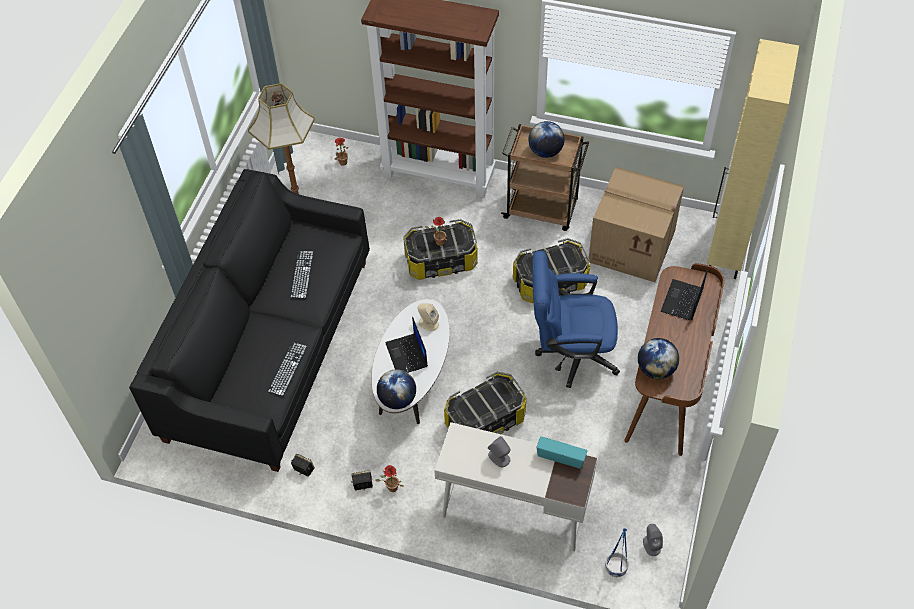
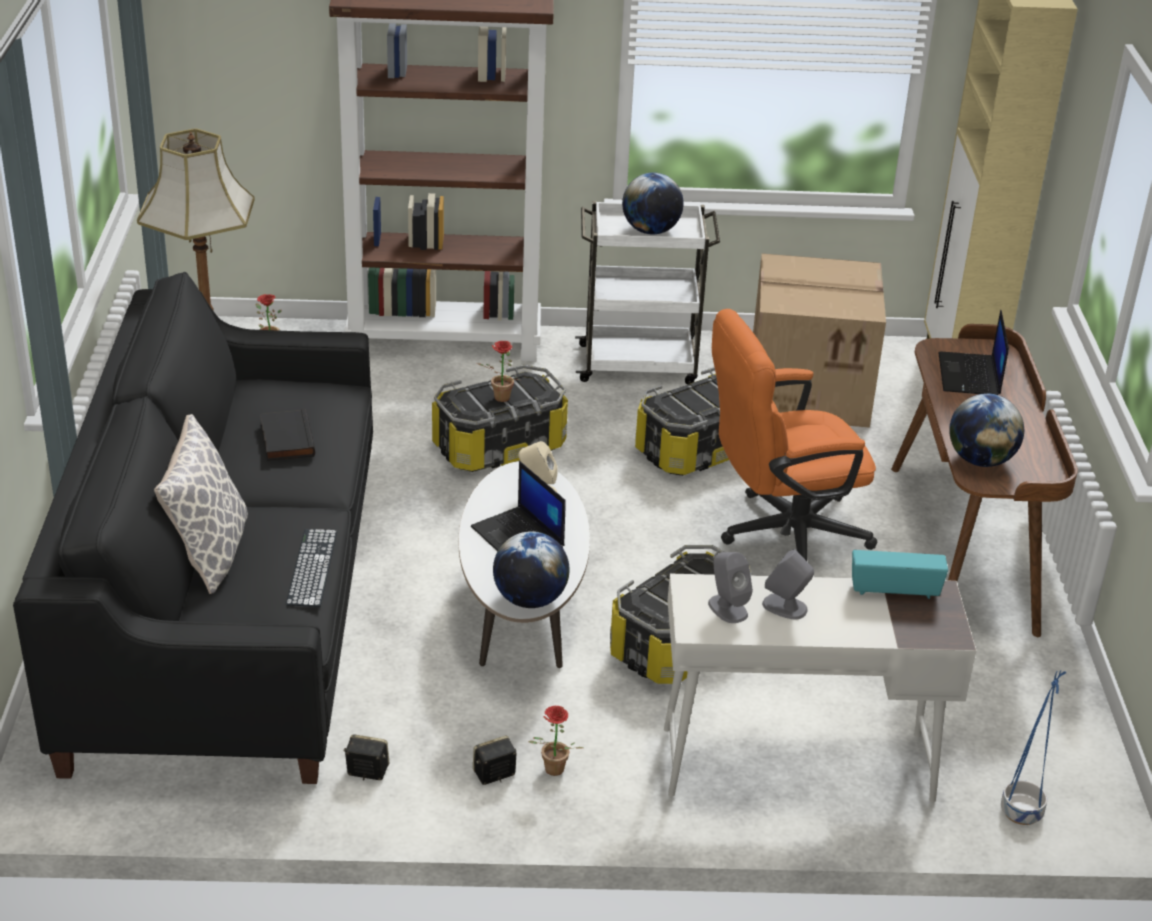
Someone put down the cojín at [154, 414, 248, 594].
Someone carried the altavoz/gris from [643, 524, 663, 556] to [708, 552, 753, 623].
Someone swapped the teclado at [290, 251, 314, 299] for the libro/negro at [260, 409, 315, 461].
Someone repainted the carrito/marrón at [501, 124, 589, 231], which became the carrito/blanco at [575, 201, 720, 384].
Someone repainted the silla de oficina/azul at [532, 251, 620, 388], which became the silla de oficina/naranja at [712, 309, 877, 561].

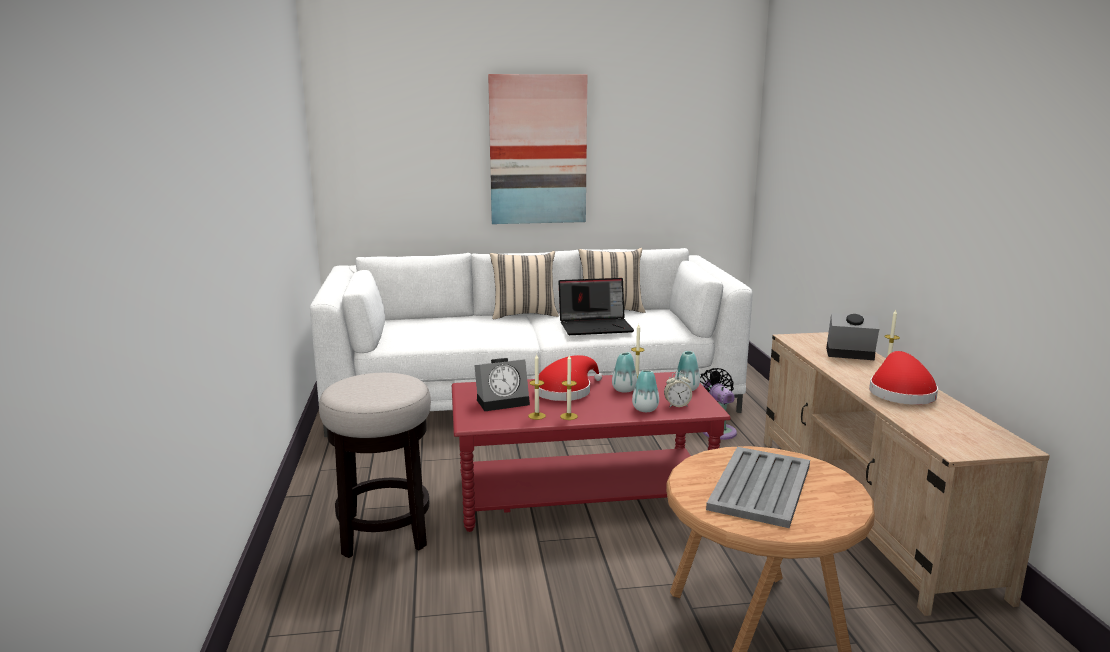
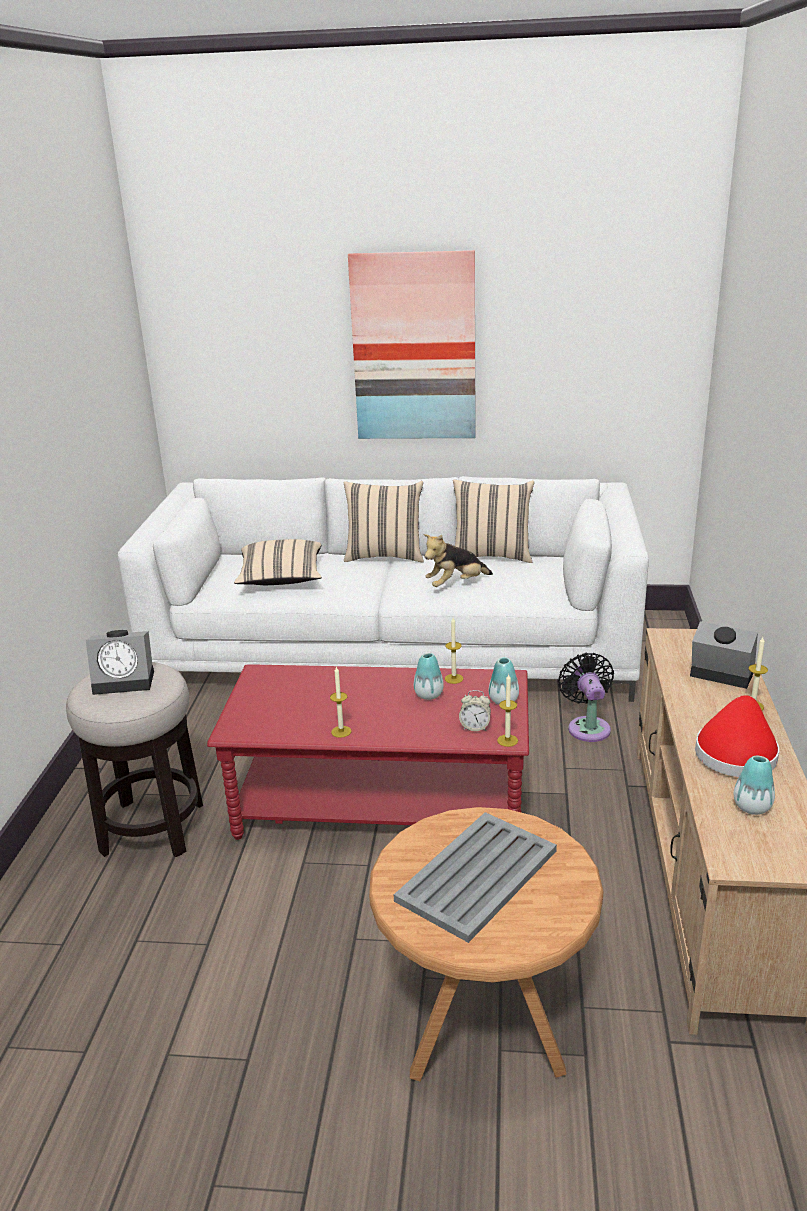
Someone took away the sombrero/rojo at [534, 355, 602, 401].
Someone put down the cojín/beis at [234, 539, 322, 585].
Someone carried the despertador from [474, 358, 530, 411] to [86, 630, 154, 695].
Someone carried the vela from [528, 354, 546, 420] to [497, 674, 518, 747].
Someone carried the florero from [632, 370, 659, 412] to [734, 756, 775, 815].
Someone swapped the portátil at [558, 278, 634, 335] for the peluche at [423, 534, 493, 587].

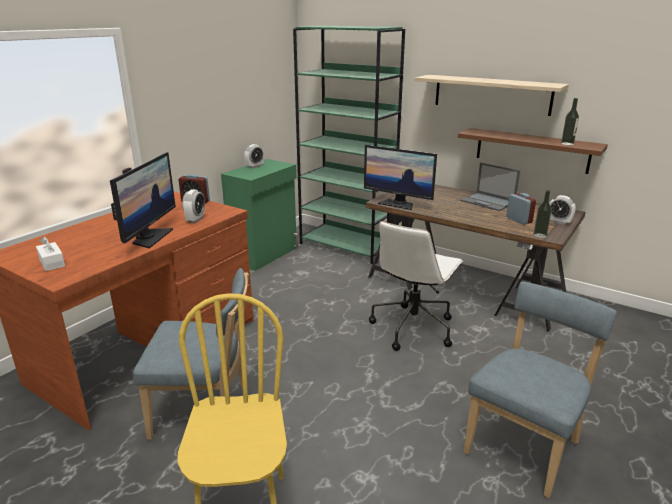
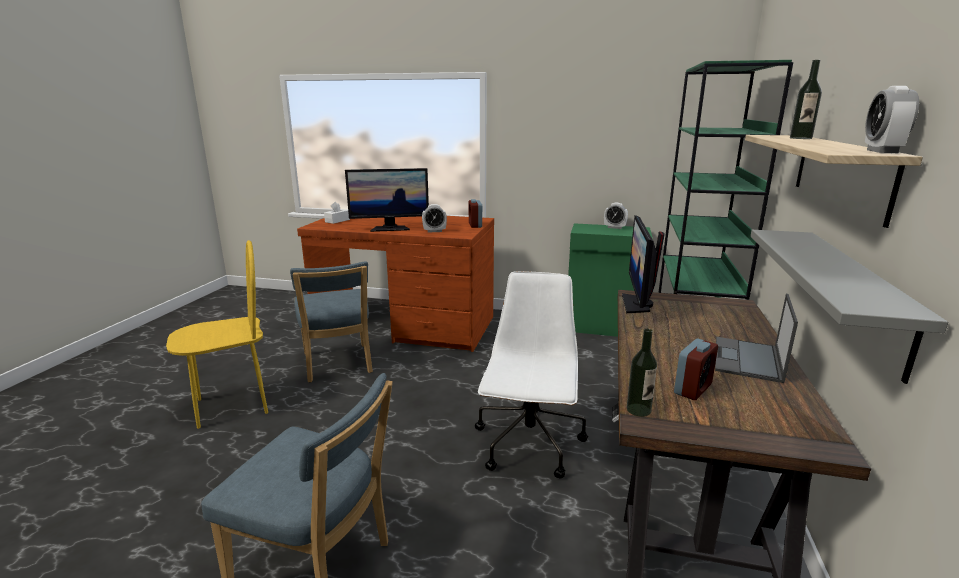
Someone carried the despertador from [549, 195, 576, 225] to [865, 86, 919, 153].
Someone carried the botella from [561, 98, 579, 145] to [790, 60, 822, 139].
Someone repainted the estante/marrón at [458, 128, 608, 174], which became the estante/gris at [750, 230, 948, 384].
Someone rotated the silla de oficina/blanco at [369, 221, 463, 351] by 90 degrees clockwise.

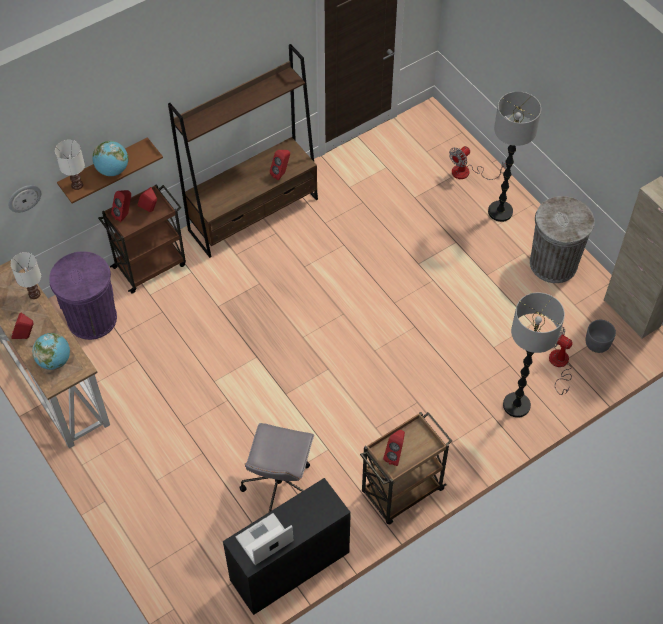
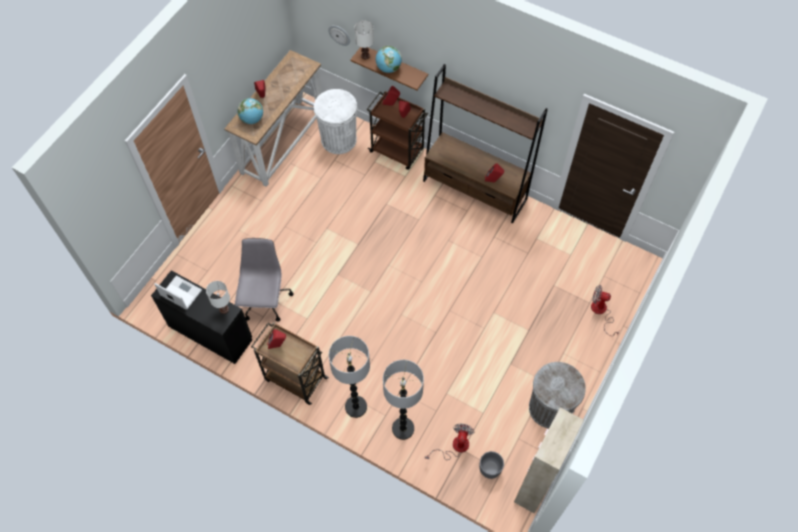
Someone carried the lámpara de mesa/blanco from [10, 252, 41, 299] to [206, 281, 230, 314].
Someone carried the lámpara de pie from [488, 91, 541, 222] to [329, 336, 370, 418].
Someone repainted the papelera/morado at [49, 251, 117, 340], which became the papelera/blanco at [314, 89, 357, 154].
Someone rotated the silla de oficina/gris at [239, 423, 314, 512] by 105 degrees clockwise.

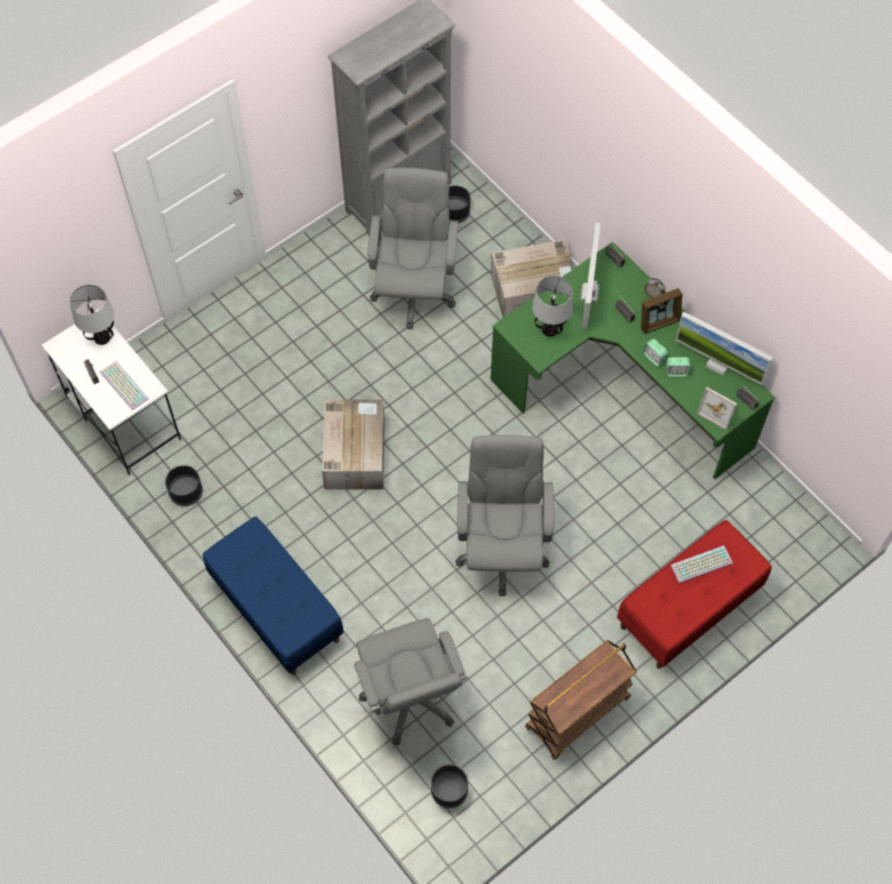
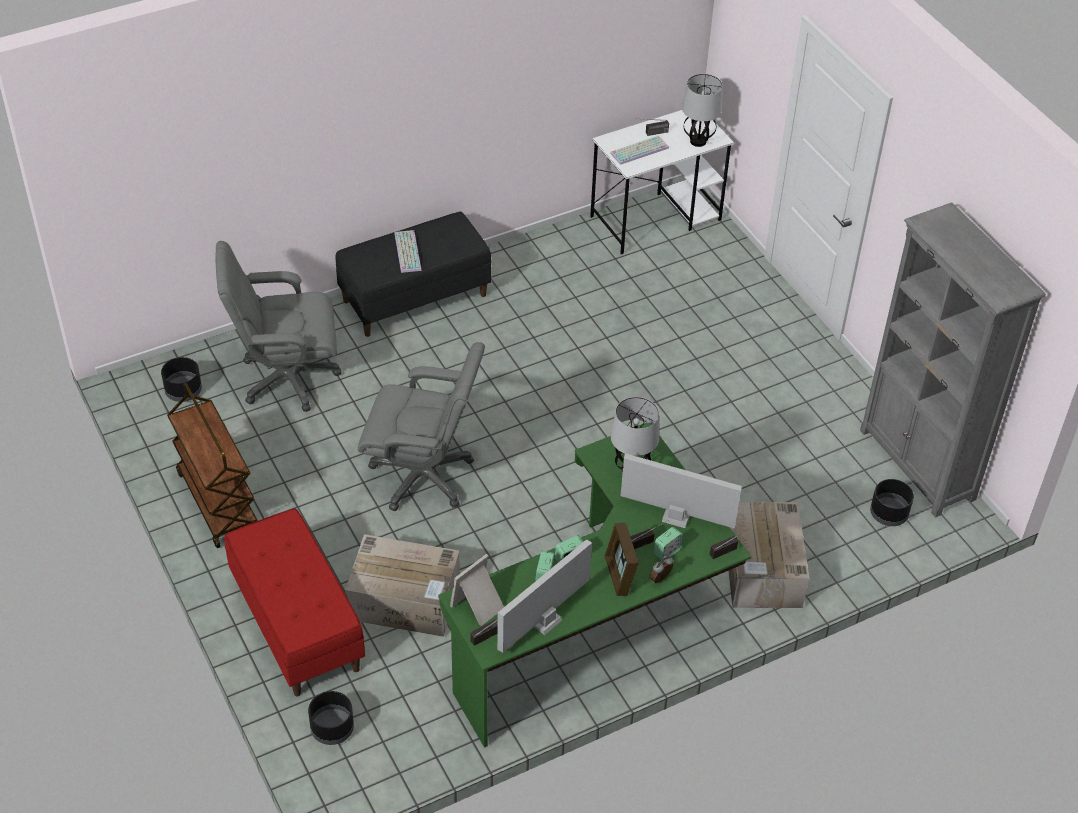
Someone took away the silla de oficina/gris at [368, 168, 458, 329].
Someone put down the despertador at [654, 527, 683, 560].
Someone carried the maceta/negro from [165, 465, 203, 506] to [308, 691, 354, 745].
Someone carried the caja de cartón from [322, 399, 385, 489] to [345, 534, 460, 637].
Someone carried the teclado from [671, 546, 733, 583] to [394, 230, 422, 273].
Someone repainted the banco/azul at [203, 516, 344, 675], which became the banco/negro at [335, 212, 491, 337].

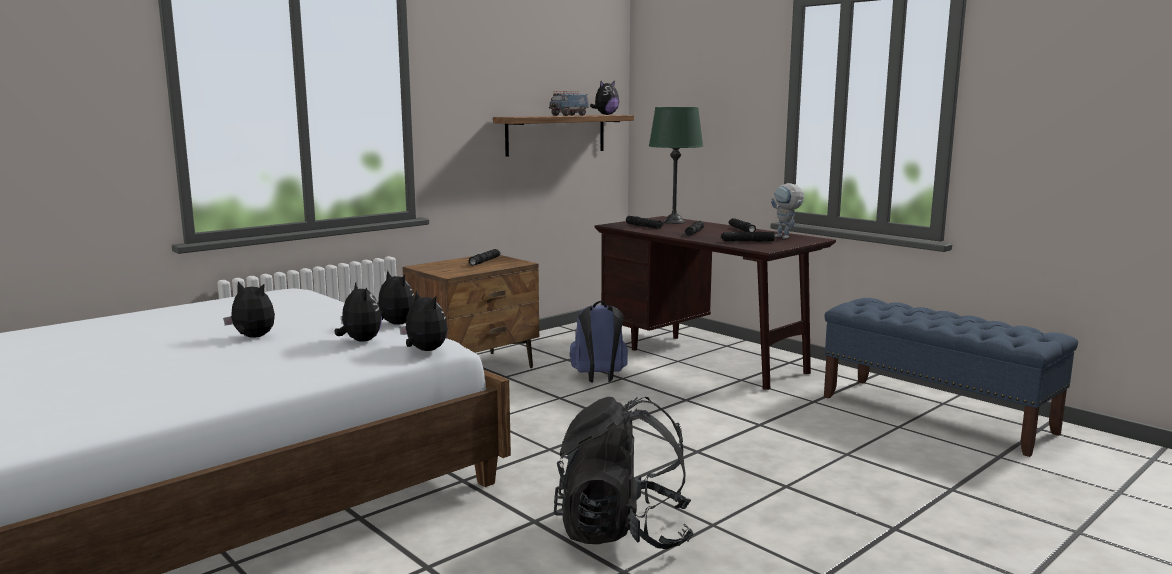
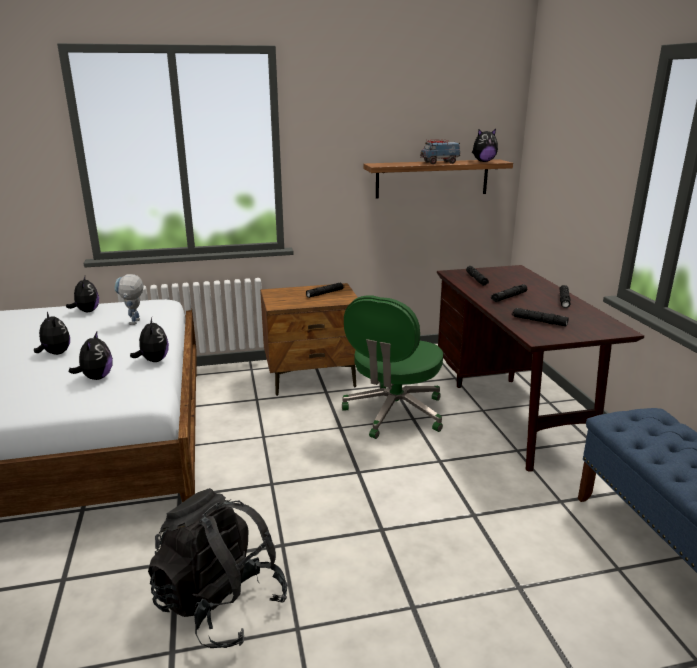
Someone took away the lámpara de mesa/verde at [649, 107, 703, 224].
Someone carried the peluche from [400, 290, 448, 351] to [66, 276, 99, 312].
Someone carried the robot de juguete from [771, 183, 804, 239] to [114, 274, 144, 325].
Someone swapped the mochila/azul at [570, 301, 628, 382] for the silla de oficina/verde at [342, 295, 443, 439].

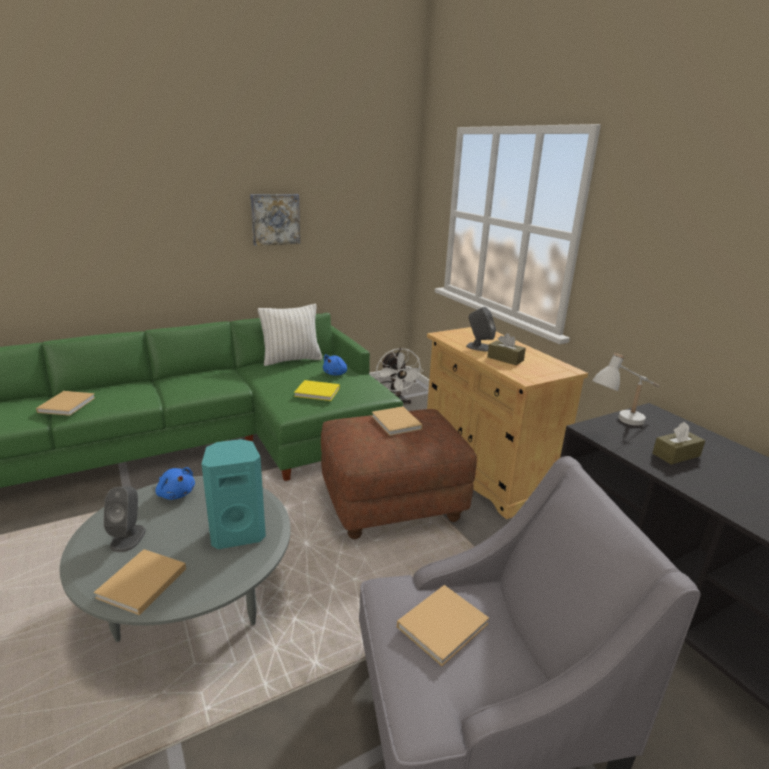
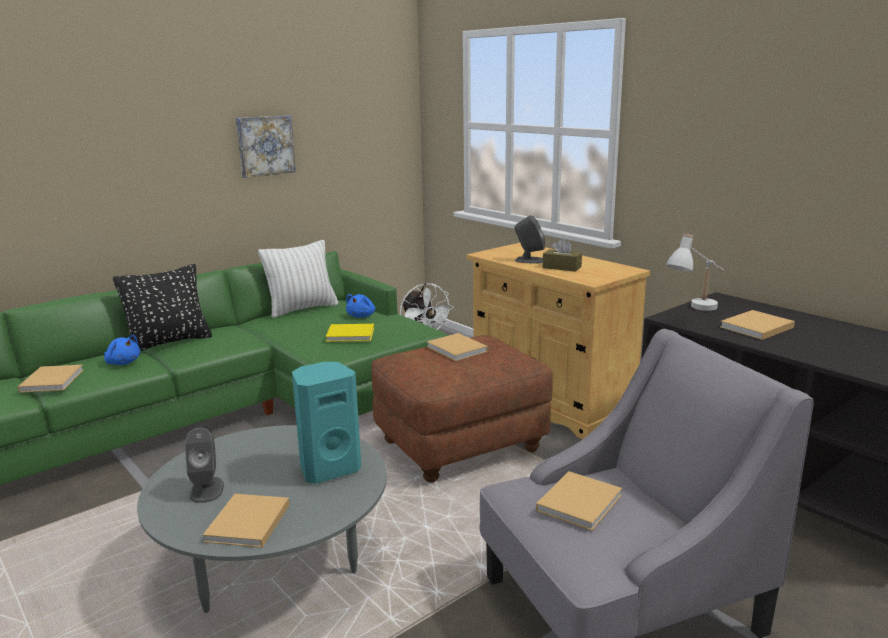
Someone put down the cojín/negro at [113, 264, 212, 351].
Someone carried the peluche/azul from [156, 467, 195, 500] to [104, 335, 140, 365].
Someone swapped the caja de pañuelos/marrón at [652, 422, 705, 465] for the libro/beis at [720, 310, 795, 340].

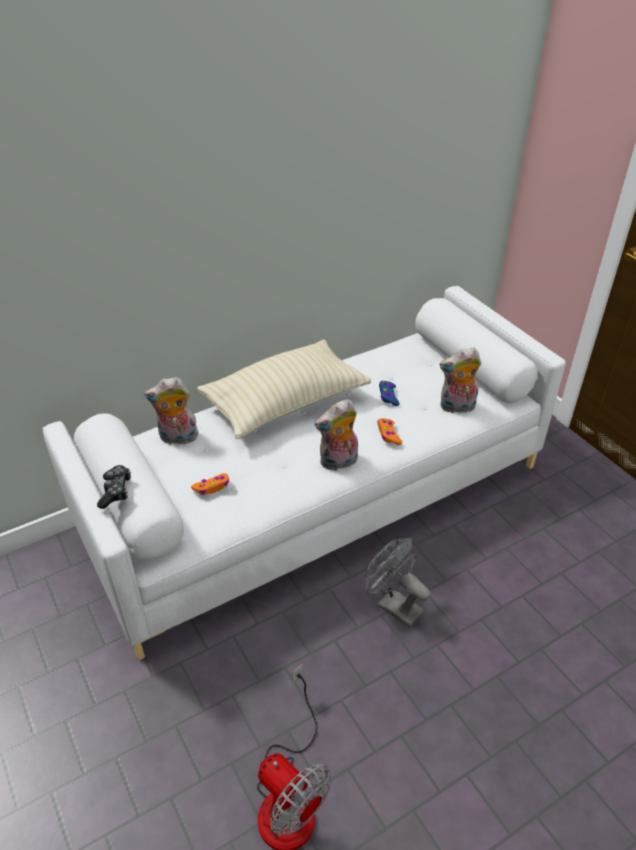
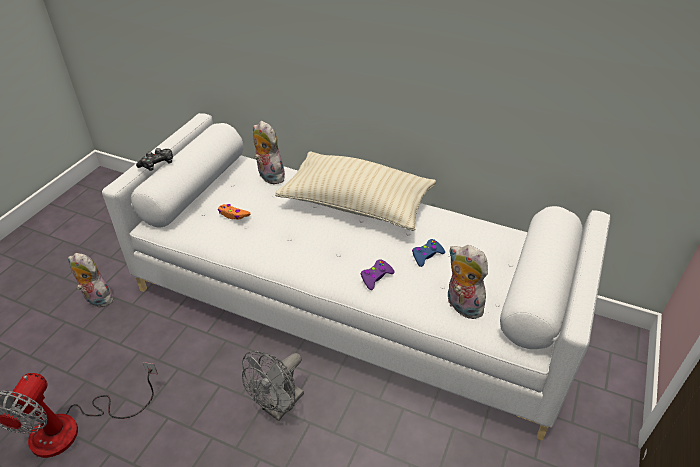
Someone carried the peluche from [315, 399, 358, 471] to [68, 253, 117, 307].
Someone repainted the mando de consola/naranja at [377, 418, 402, 445], which became the mando de consola/morado at [361, 259, 395, 290].
Someone rotated the ventilador/gris at [365, 538, 431, 628] by 150 degrees counterclockwise.

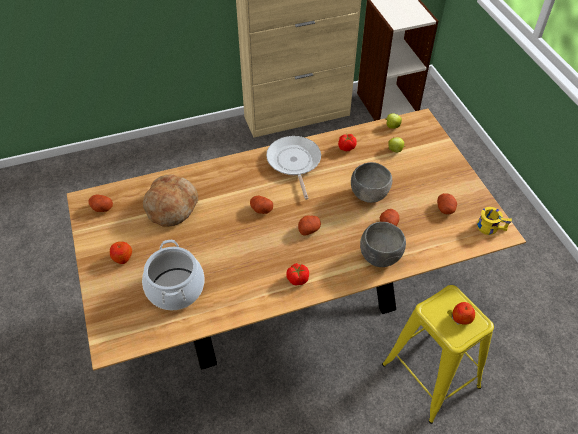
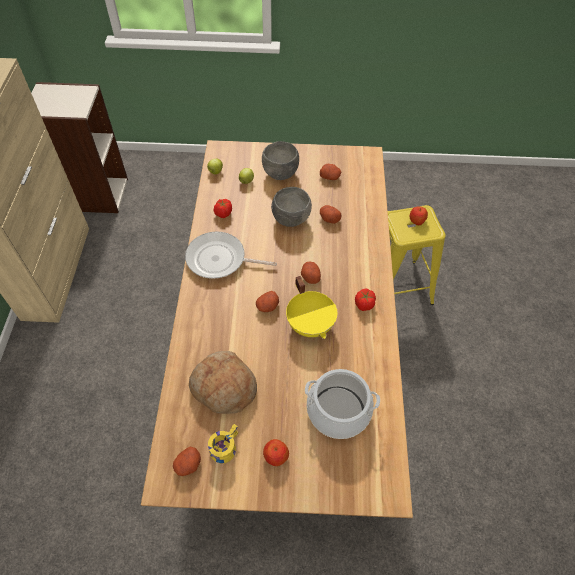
Someone put down the olla/amarillo at [286, 276, 338, 339].
Someone carried the cuenco/gris from [360, 222, 406, 267] to [262, 141, 299, 180].
Someone carried the taza grande/amarillo from [477, 207, 512, 235] to [208, 424, 238, 463].

